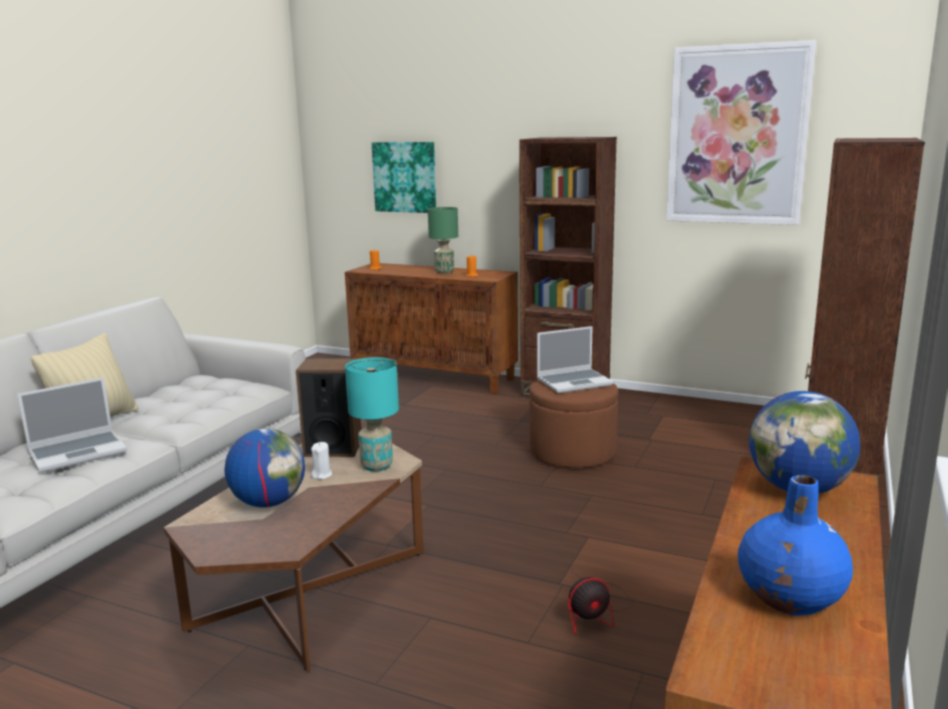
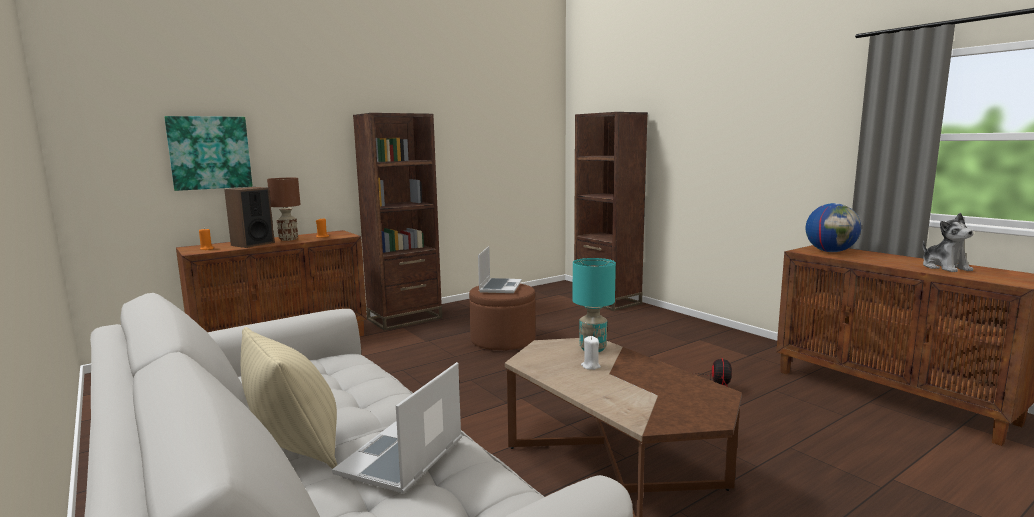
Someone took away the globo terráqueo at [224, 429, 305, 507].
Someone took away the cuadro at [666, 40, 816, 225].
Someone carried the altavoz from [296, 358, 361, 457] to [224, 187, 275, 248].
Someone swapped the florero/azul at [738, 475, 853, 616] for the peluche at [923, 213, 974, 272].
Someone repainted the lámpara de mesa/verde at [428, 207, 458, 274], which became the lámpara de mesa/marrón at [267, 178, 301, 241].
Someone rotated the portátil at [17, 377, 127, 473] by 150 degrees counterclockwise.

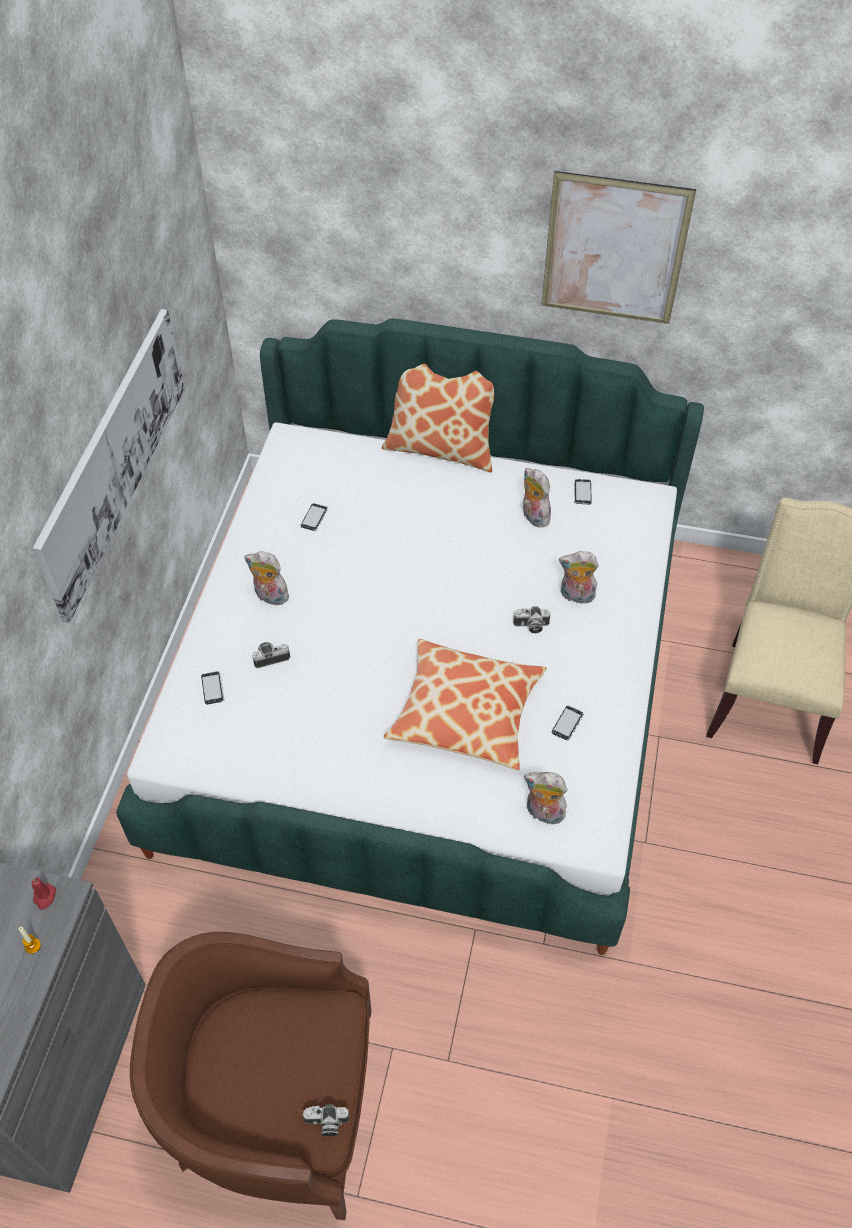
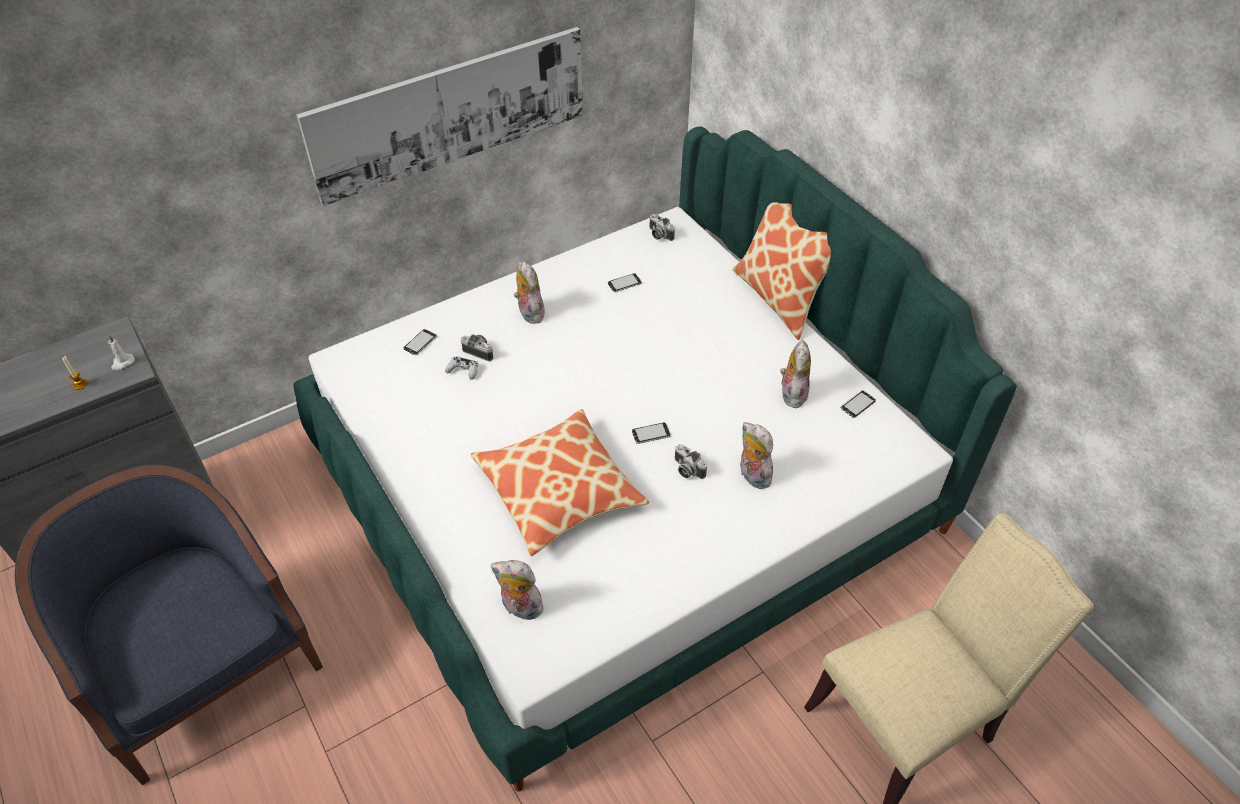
Someone took away the cuadro at [541, 171, 696, 324].
Someone put down the mando de consola/blanco at [445, 356, 478, 380].
Someone carried the cámara from [302, 1104, 350, 1137] to [649, 214, 675, 241].
Someone carried the móvil from [552, 706, 584, 740] to [632, 423, 671, 444].
Someone repainted the vela/rojo at [31, 877, 56, 910], which became the vela/blanco at [108, 336, 135, 370].
Someone repainted the sillón/marrón at [130, 932, 372, 1220], which became the sillón/azul at [15, 464, 323, 785].
Someone rotated the peluche at [524, 772, 570, 827] by 45 degrees counterclockwise.

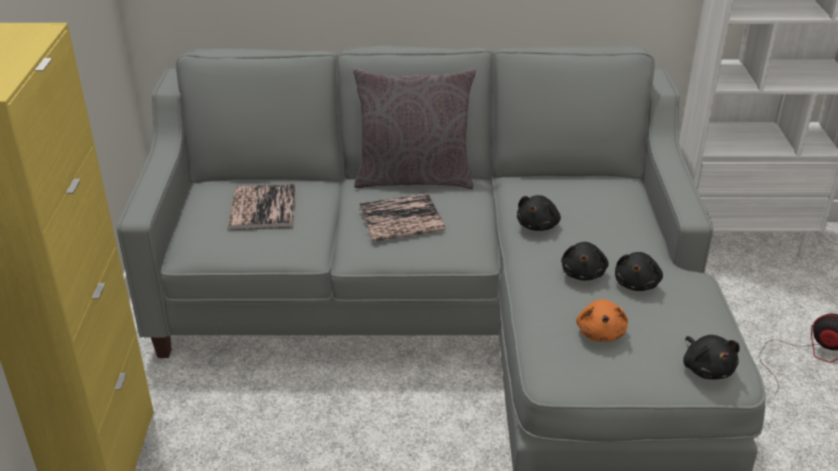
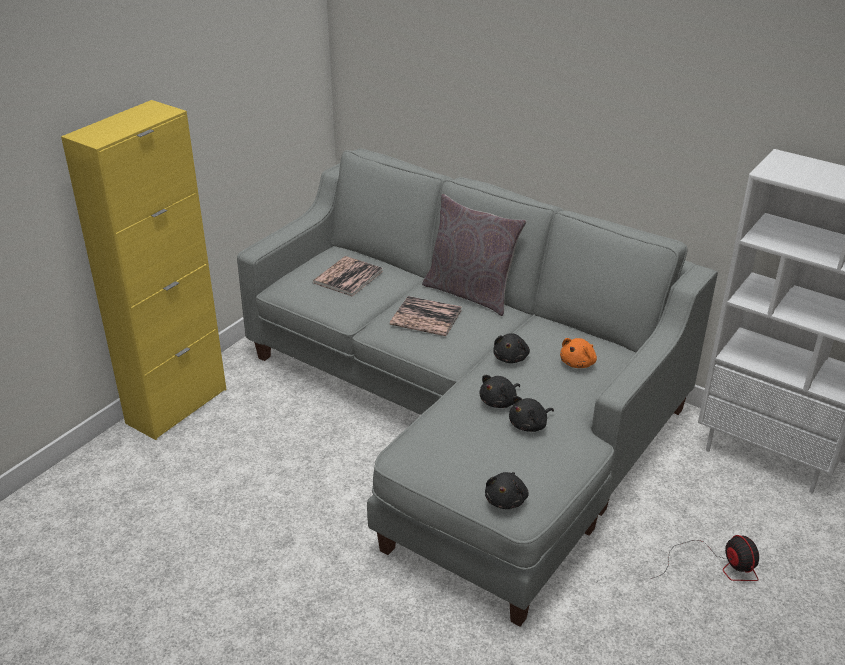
Someone carried the peluche/naranja from [576, 299, 628, 342] to [560, 338, 597, 368].
Someone rotated the peluche/negro at [517, 195, 561, 231] by 45 degrees counterclockwise.

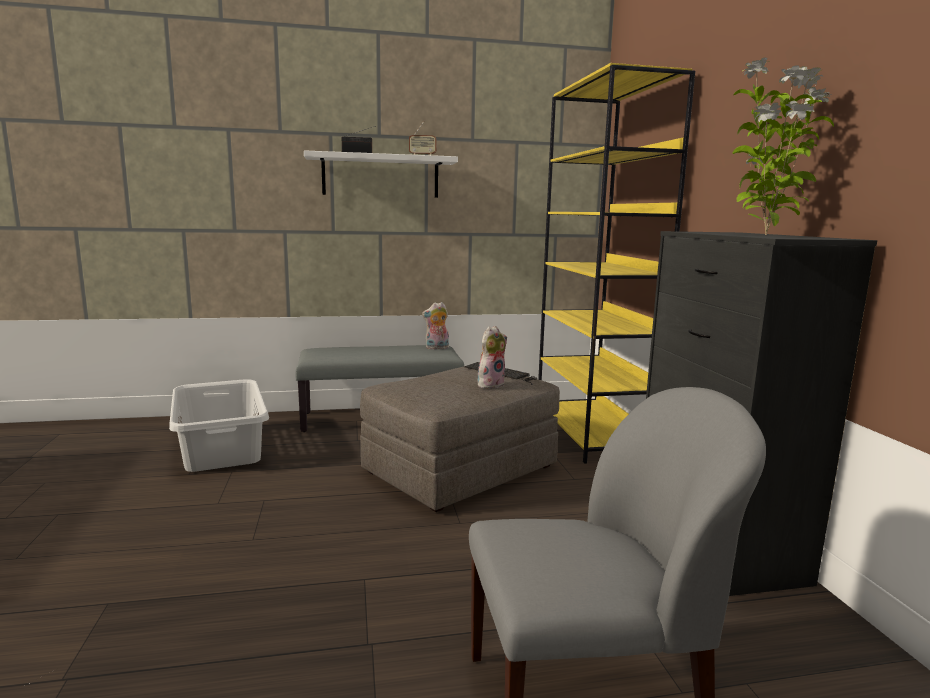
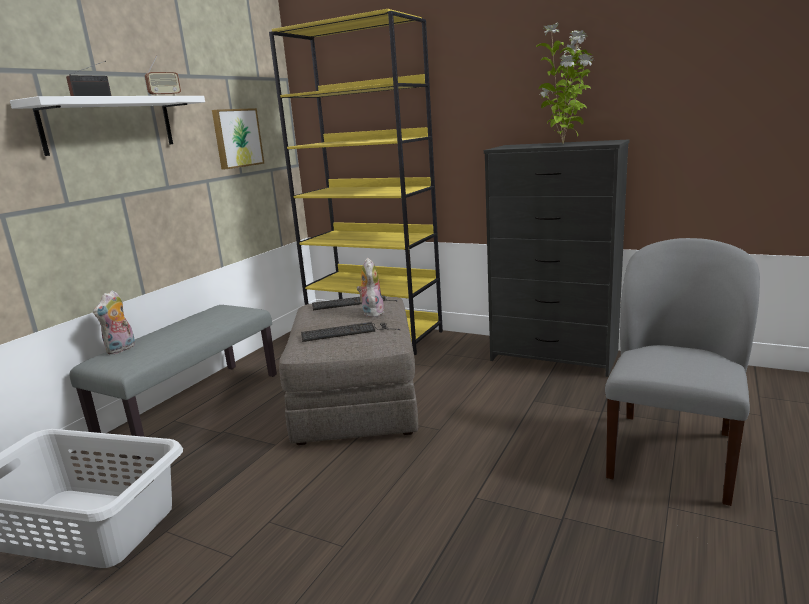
Someone put up the cuadro at [212, 108, 265, 169].
Someone put down the teclado at [301, 322, 401, 342].
Someone carried the peluche from [422, 302, 449, 350] to [93, 290, 135, 354].

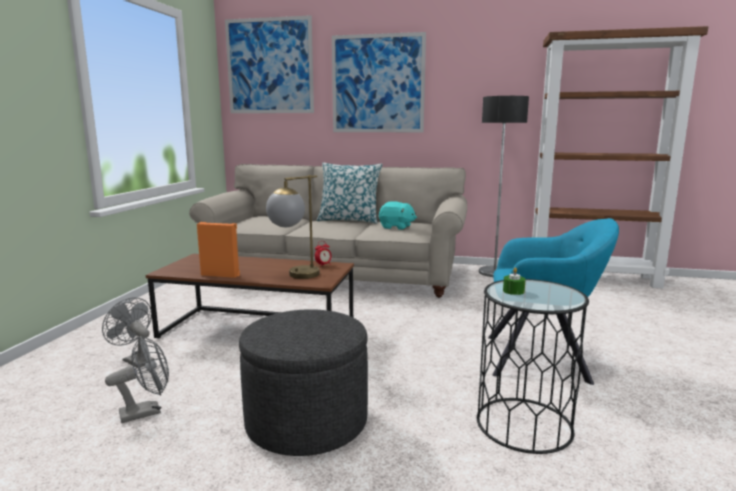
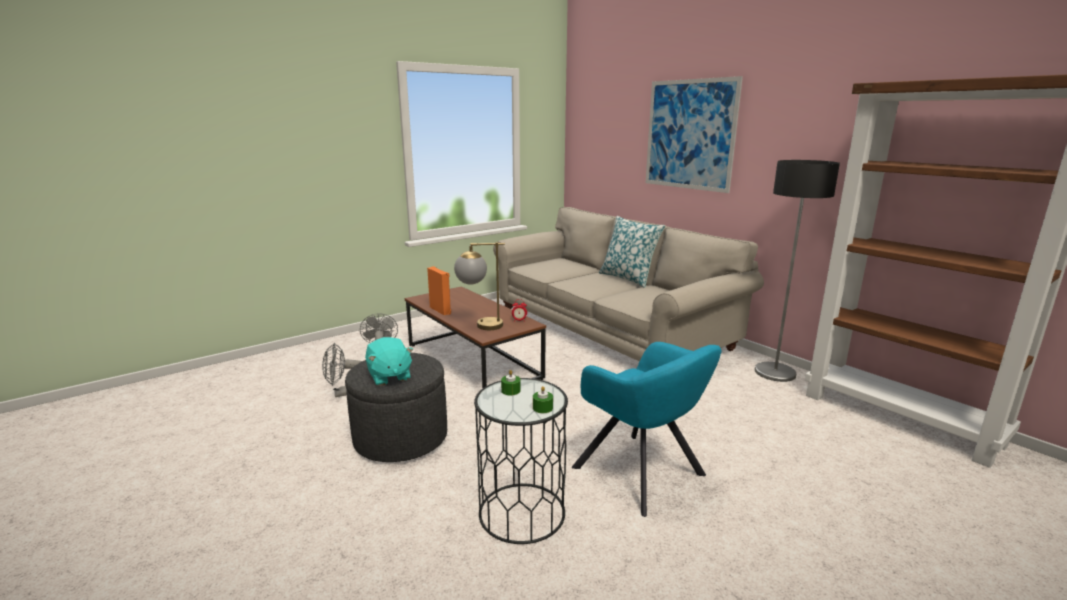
Someone took away the cuadro at [225, 15, 314, 113].
Someone put down the vela/verde at [533, 386, 553, 413].
Someone carried the peluche/turquesa from [379, 201, 417, 230] to [365, 337, 413, 386].
Someone rotated the ventilador/gris at [105, 336, 169, 423] by 150 degrees clockwise.

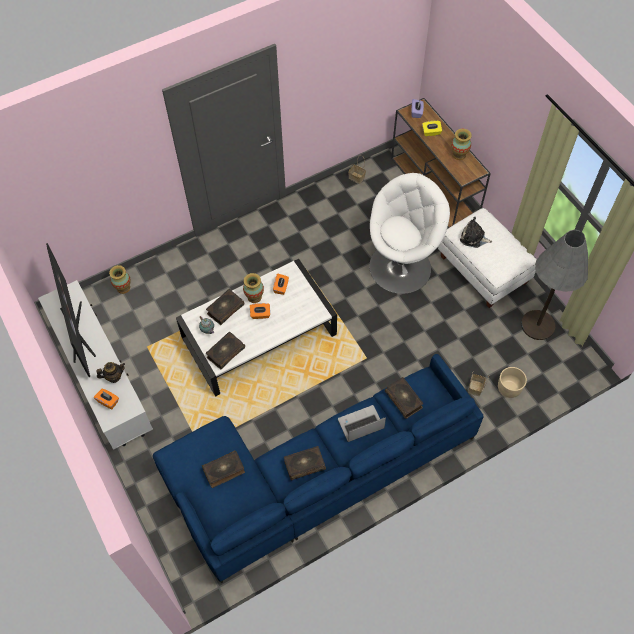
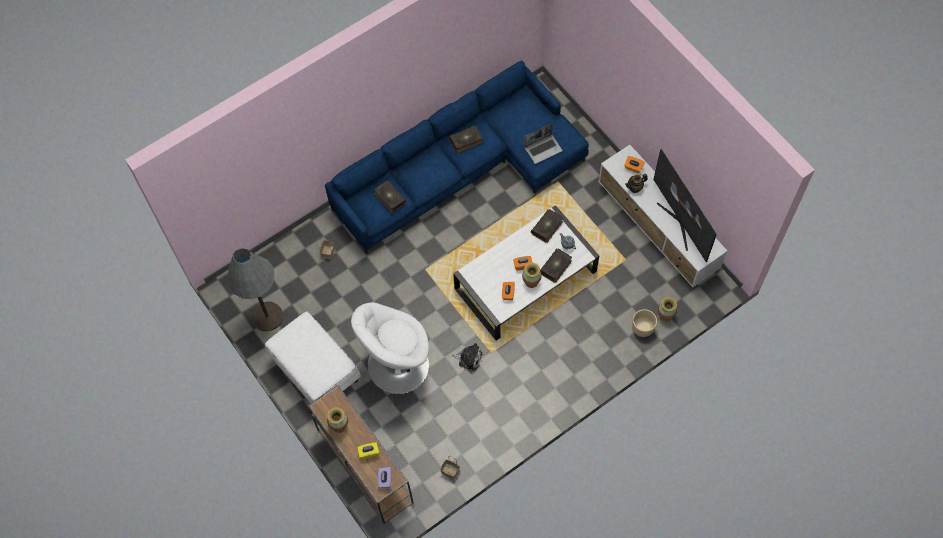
Someone took away the libro at [202, 450, 245, 488].
Someone carried the portátil from [338, 405, 386, 442] to [524, 123, 563, 164].
Someone carried the peluche from [460, 217, 492, 248] to [452, 343, 482, 370].
Someone carried the maceta/beis from [498, 367, 527, 398] to [632, 309, 657, 337].

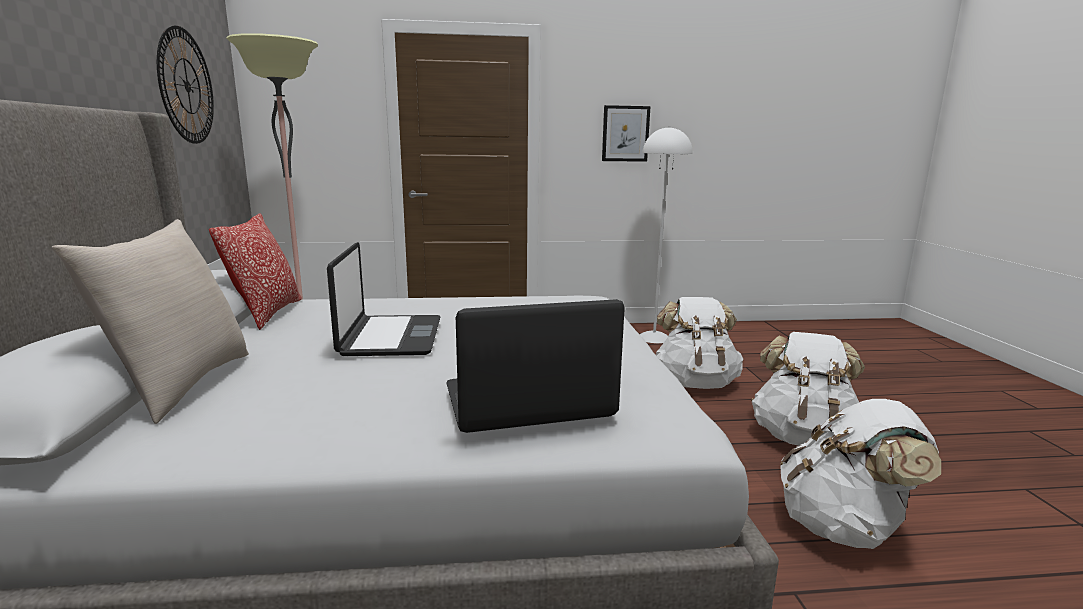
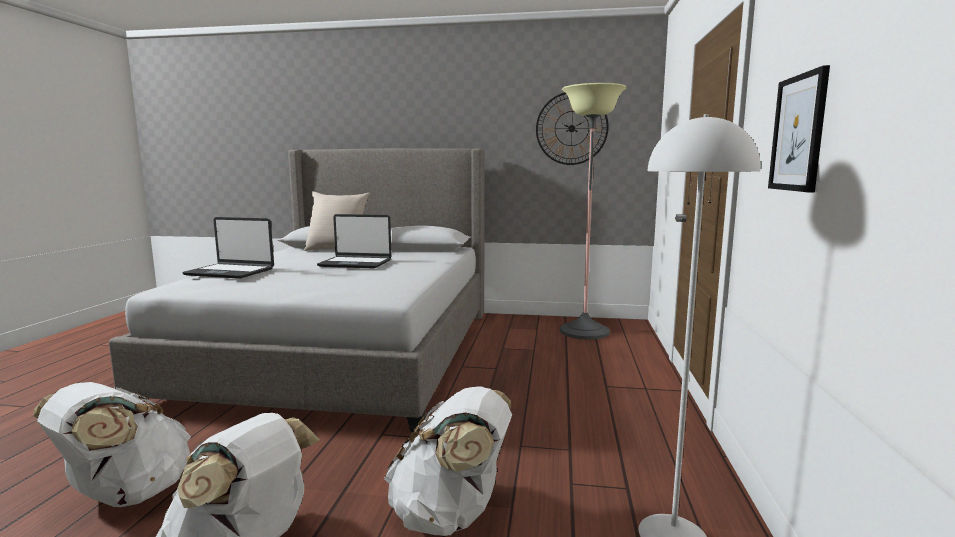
Someone took away the cojín at [209, 214, 302, 330].
Someone rotated the portátil at [446, 299, 625, 433] by 105 degrees clockwise.

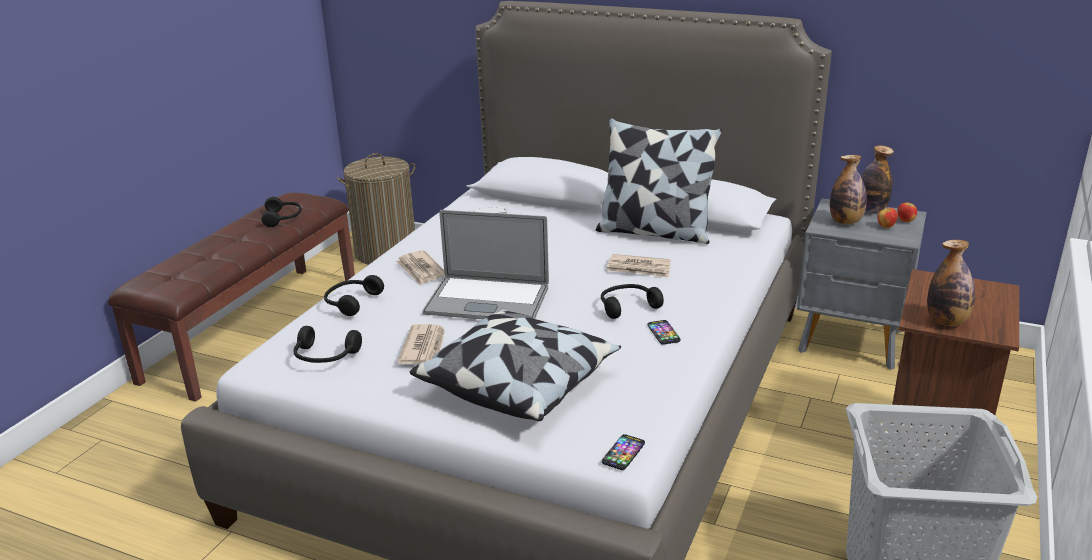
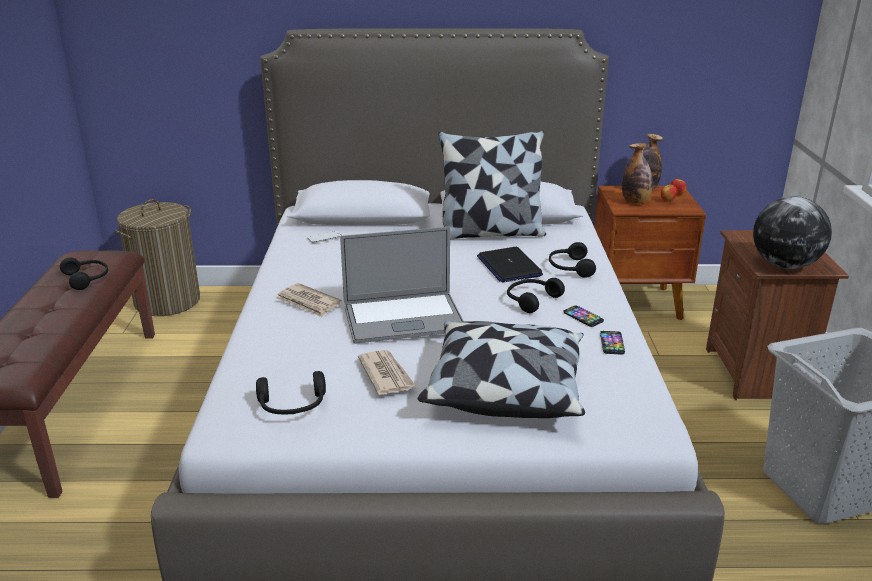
Someone carried the auriculares/negro from [324, 275, 384, 316] to [549, 242, 596, 278].
Someone carried the móvil from [602, 434, 645, 470] to [600, 331, 625, 354].
Someone swapped the periódico at [607, 254, 671, 277] for the portátil at [477, 247, 543, 282].
Someone swapped the botella at [927, 240, 975, 326] for the globo terráqueo at [753, 197, 832, 269].
Someone repainted the mesita de noche/gris at [797, 198, 927, 370], which became the mesita de noche/marrón at [594, 186, 706, 320].

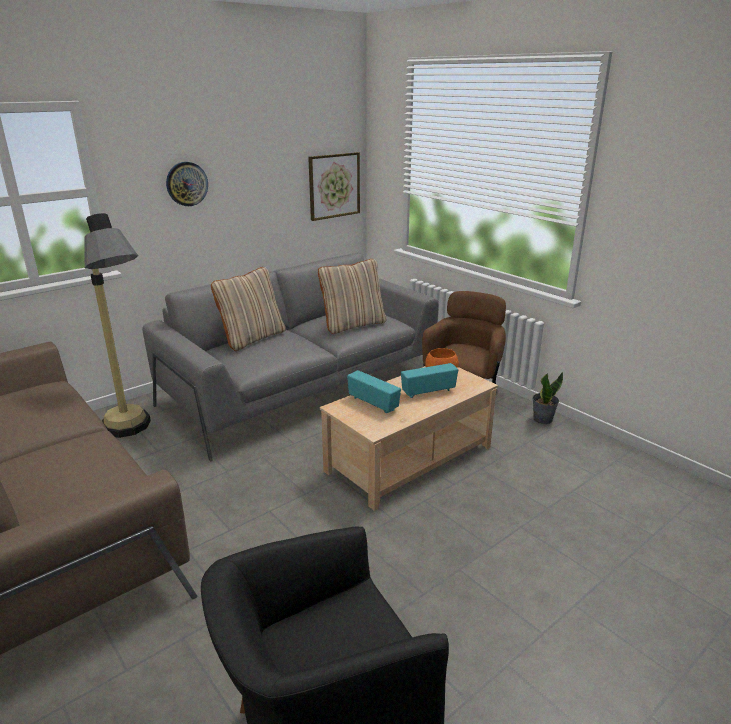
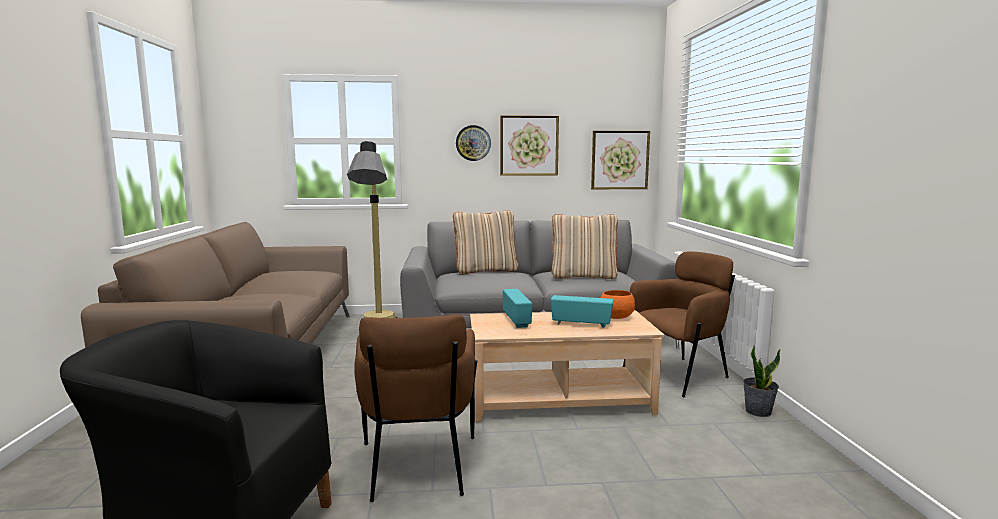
Someone put down the sillón/marrón at [354, 314, 477, 502].
Someone put up the cuadro at [500, 115, 559, 176].

